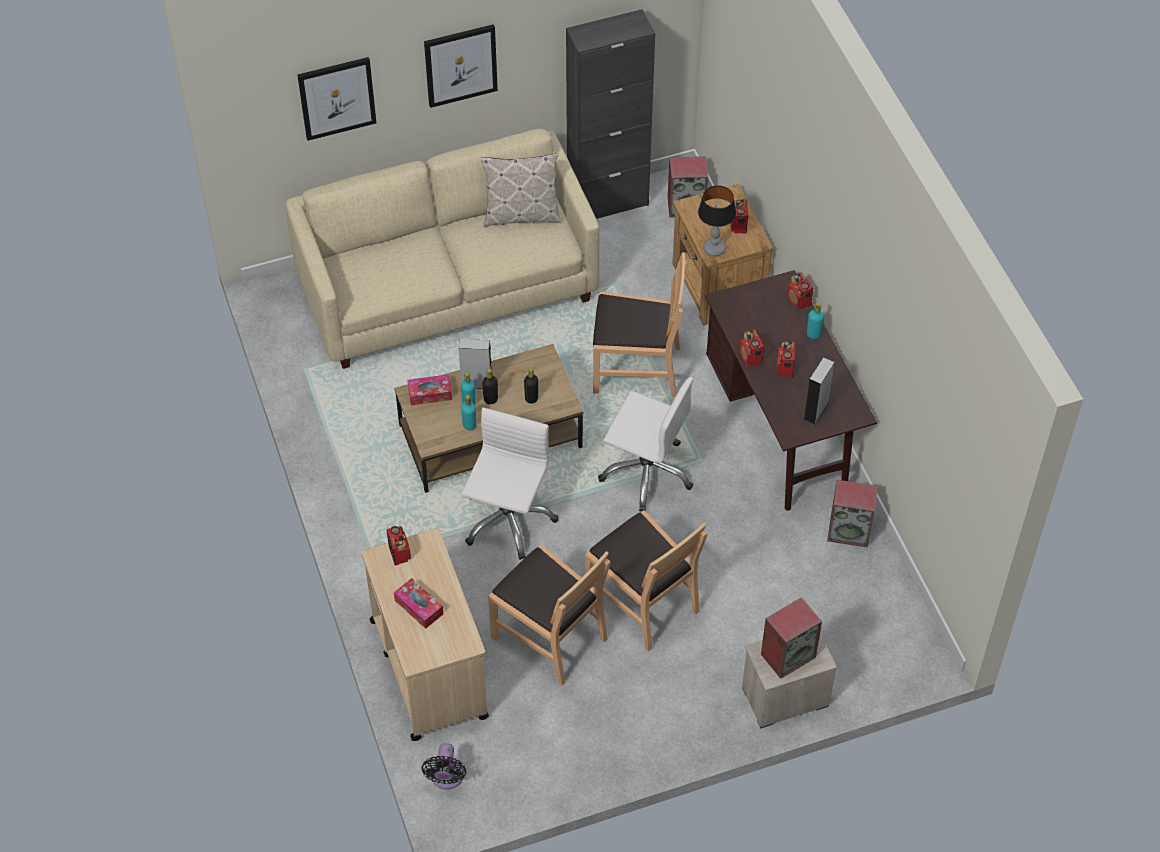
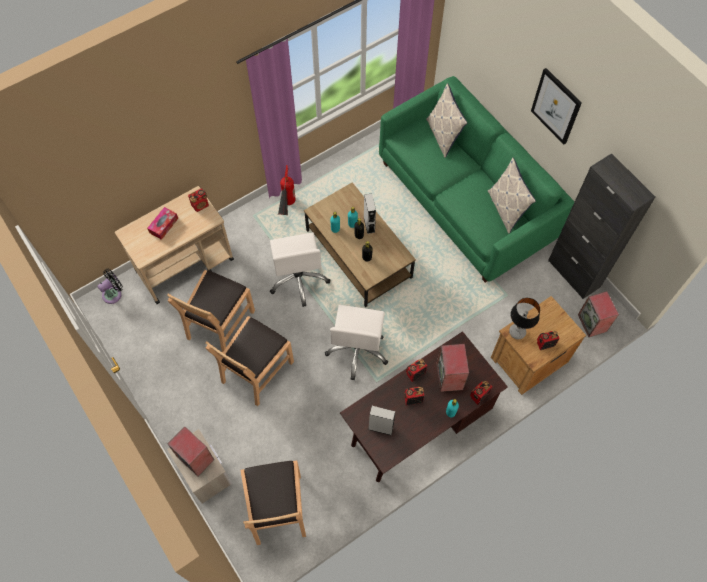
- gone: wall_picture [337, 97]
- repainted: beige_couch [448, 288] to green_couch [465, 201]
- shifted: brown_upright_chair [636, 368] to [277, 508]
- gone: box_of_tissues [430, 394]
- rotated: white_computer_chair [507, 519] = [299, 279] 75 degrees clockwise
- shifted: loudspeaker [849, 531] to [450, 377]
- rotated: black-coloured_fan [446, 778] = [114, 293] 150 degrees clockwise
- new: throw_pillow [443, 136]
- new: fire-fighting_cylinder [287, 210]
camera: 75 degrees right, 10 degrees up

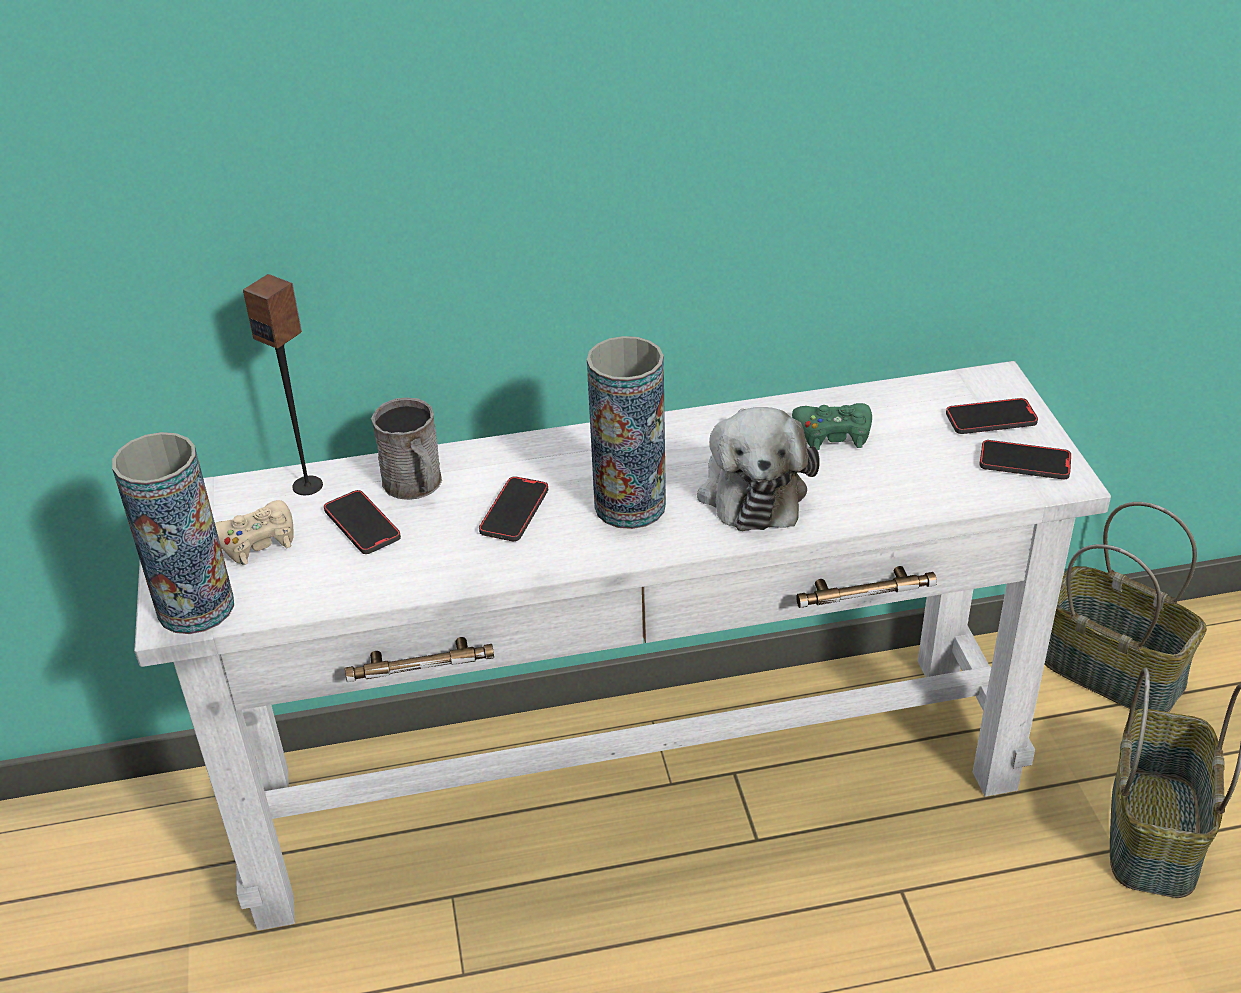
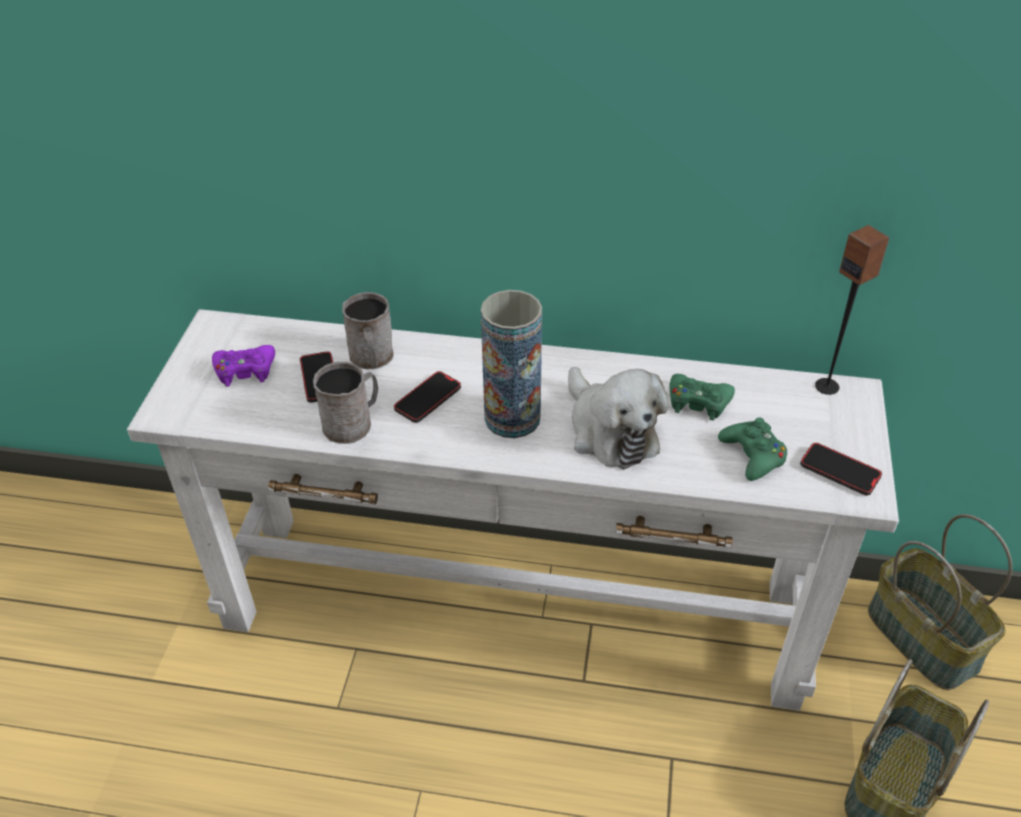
- shifted: loudspeaker [308, 485] to [827, 386]
- gone: handset [991, 420]
- rotated: soft_toy [752, 489] = [610, 431] 45 degrees counterclockwise
- gone: decorative_vase [196, 607]
- repainted: beige_gamepad [256, 541] to purplish_gamepad [245, 371]
- new: greyish_tea_mug [353, 423]
- new: green_gamepad [753, 455]
camera: 20 degrees right, 5 degrees up

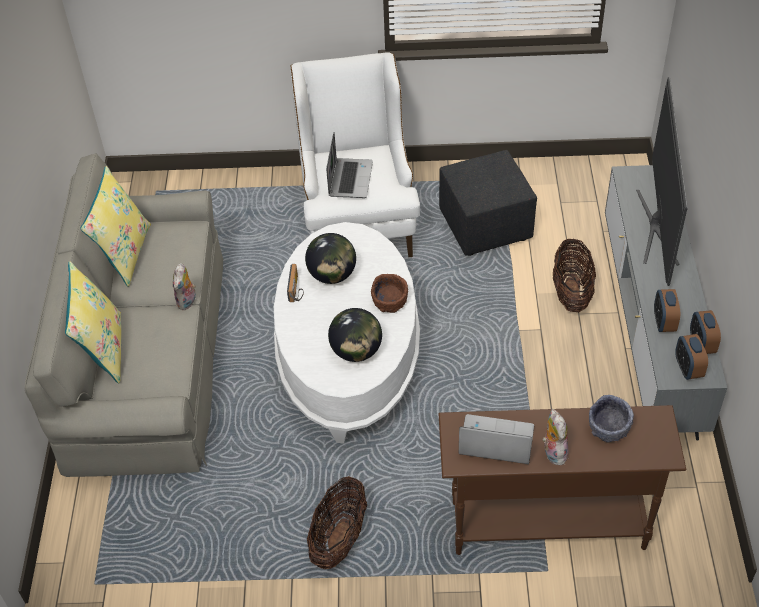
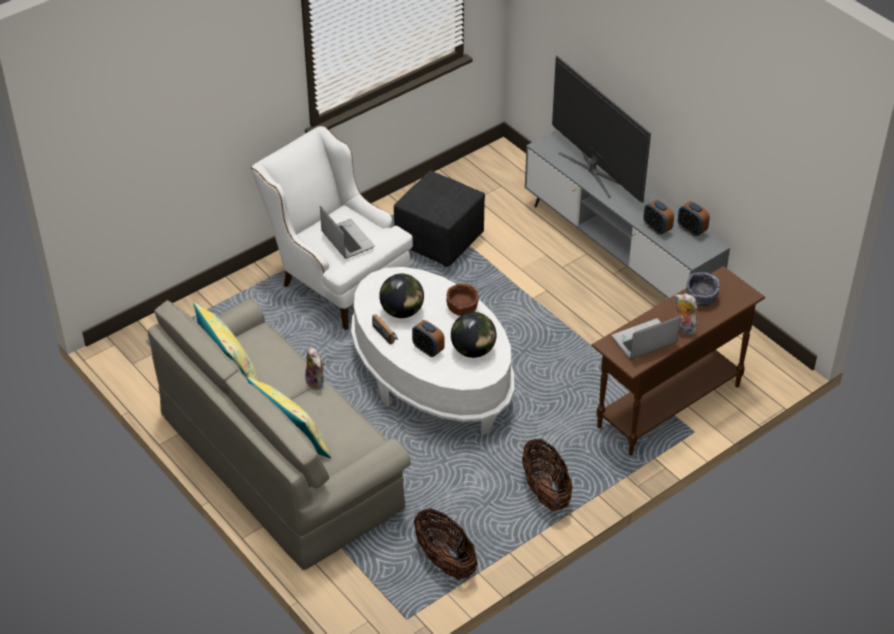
- shifted: household_basket [571, 292] to [445, 560]
- shifted: bedside_clock [688, 368] to [428, 350]
camera: 40 degrees left, 5 degrees down

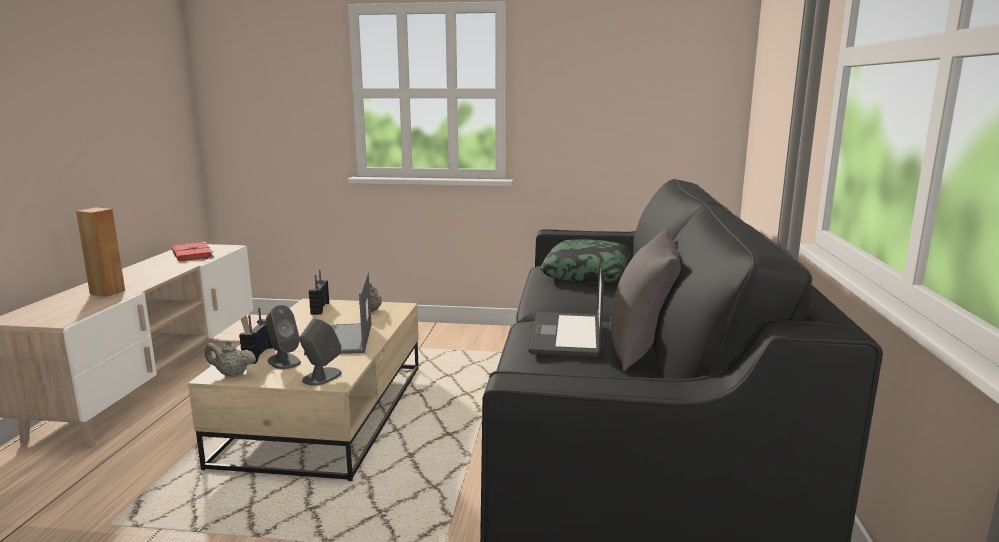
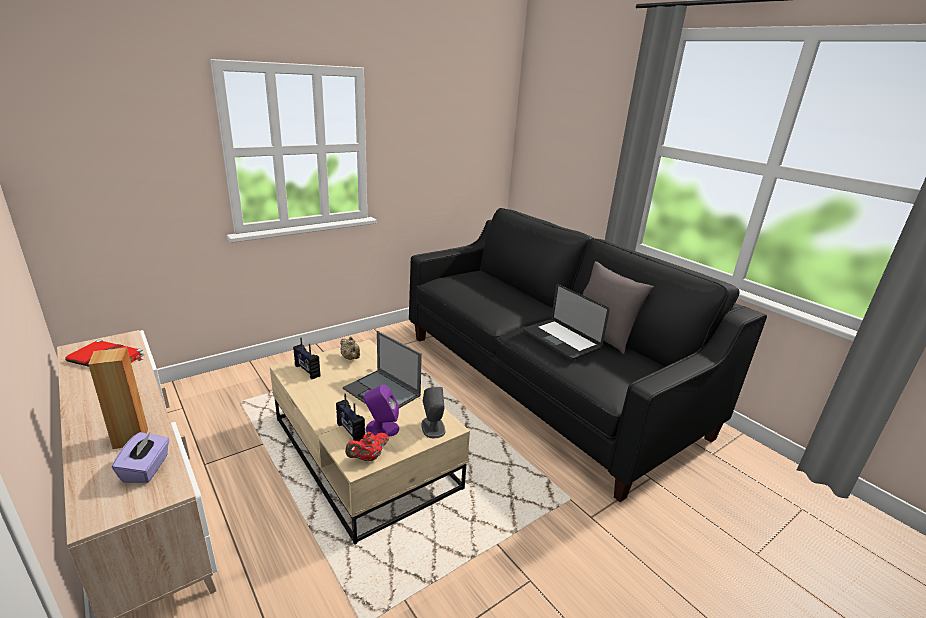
- gone: throw_pillow [587, 272]
- repainted: greyish_loudspeaker [284, 361] to purplish_loudspeaker [382, 428]
- repainted: beige_teapot [231, 374] to red_teapot [368, 458]
- new: purplish_box_of_tissues [146, 469]
camera: 45 degrees left, 10 degrees up

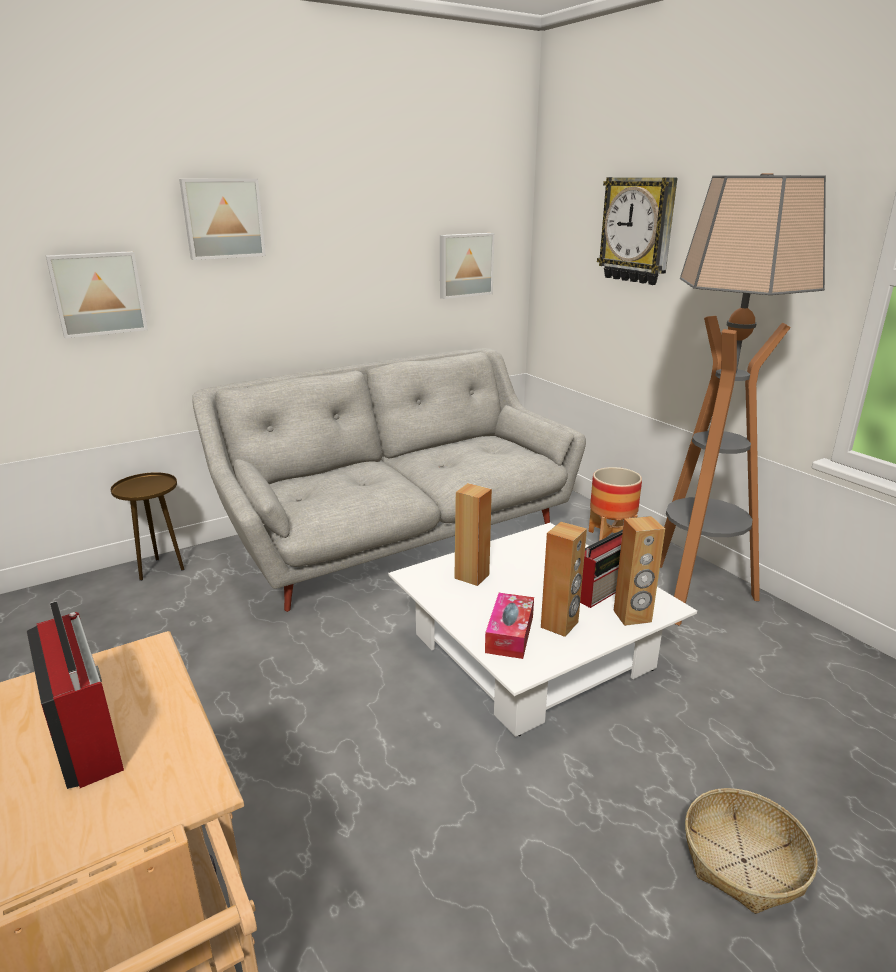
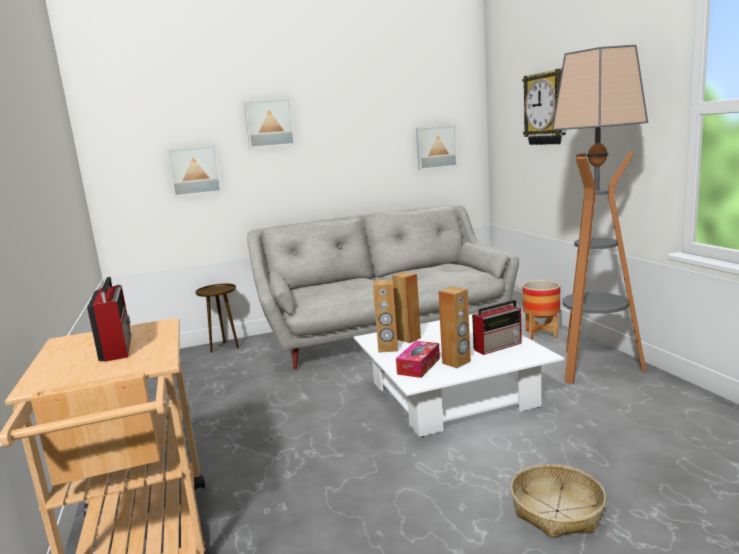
- shifted: brown_loudspeaker [632, 616] to [388, 348]
camera: 15 degrees right, 10 degrees down

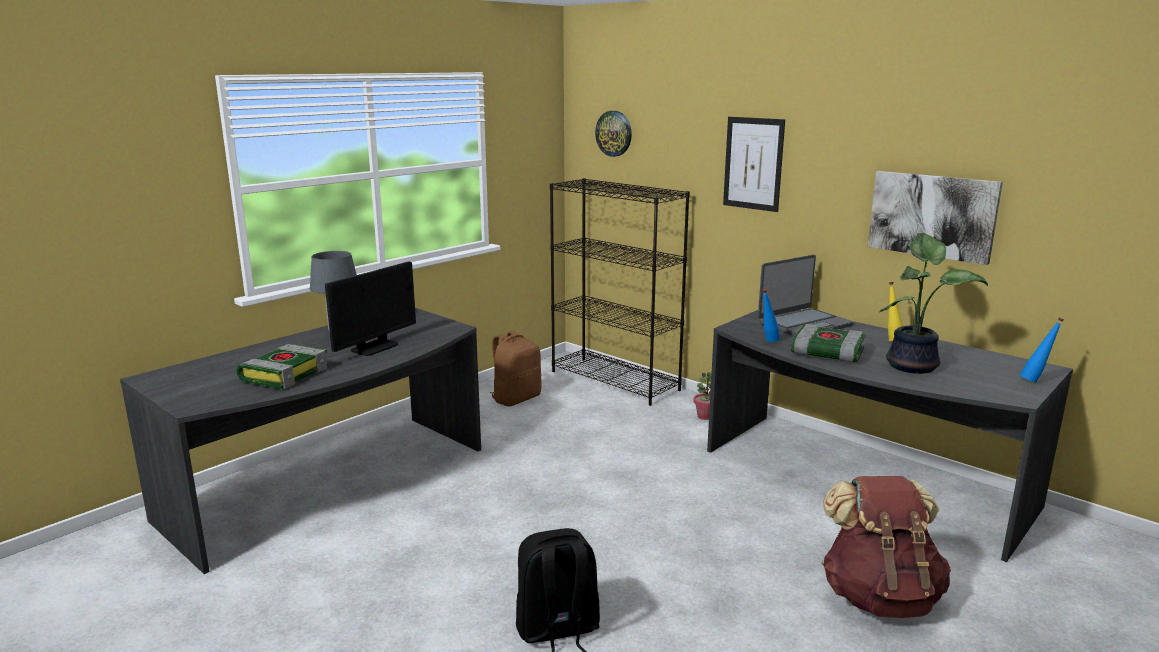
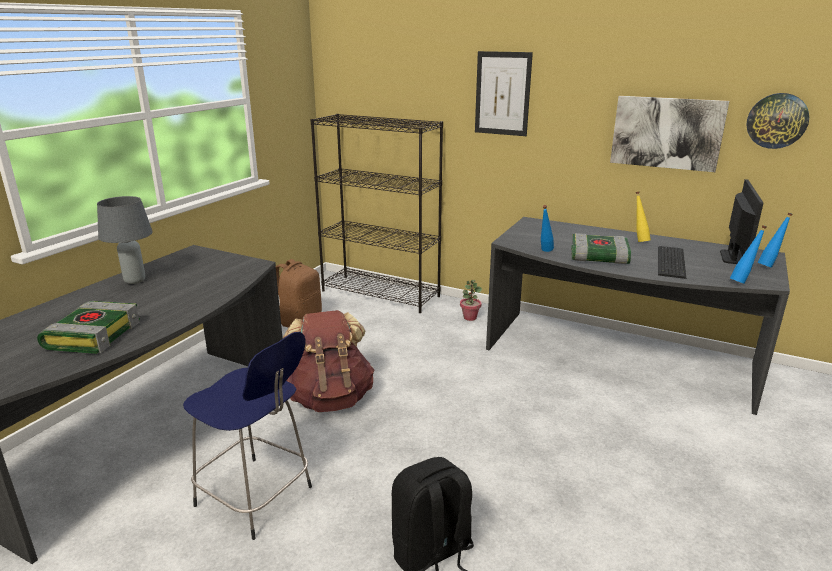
- shifted: clock_on_the_wall [614, 133] to [777, 120]
- swapped: potted_plant [914, 365] to computer_keyboard [672, 262]
- gone: laptop [804, 324]
- shifted: computer_screen [374, 347] to [734, 257]
- shifted: brown_backpack [879, 596] to [330, 398]
- new: bluish_bottle [742, 281]
- new: bluish_stool_seat [257, 498]
camera: 15 degrees left, 5 degrees up

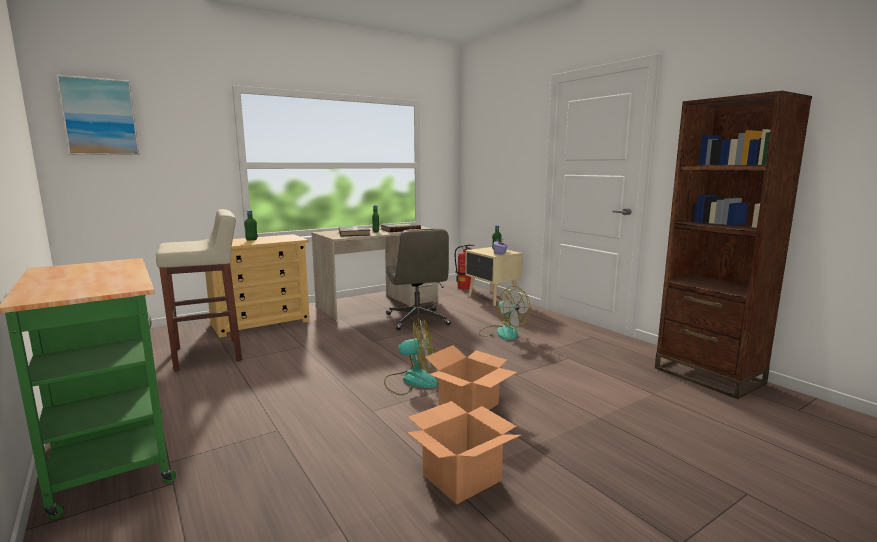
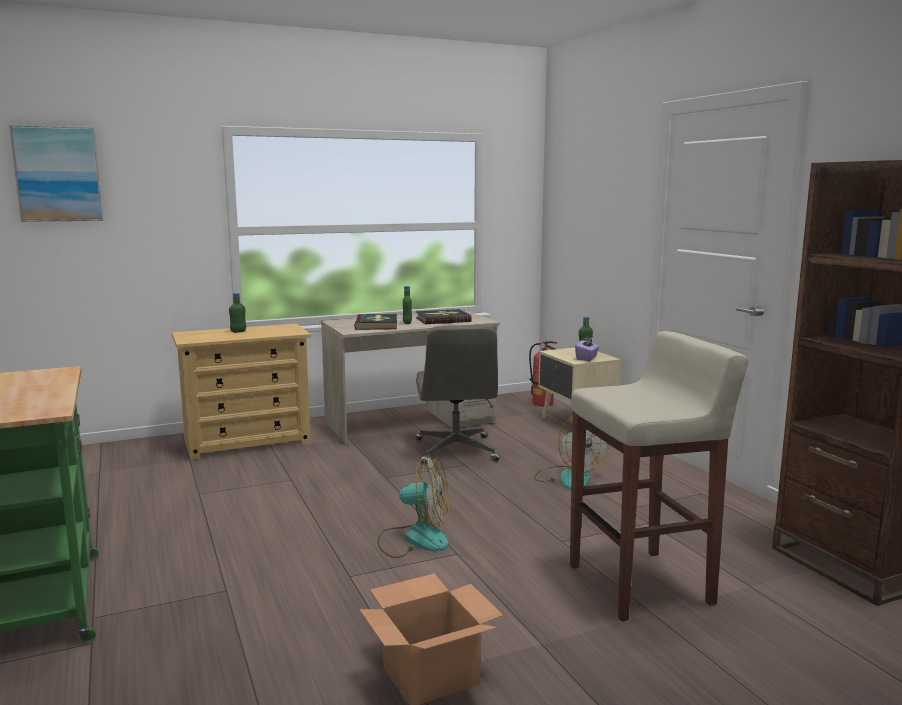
- shifted: beige_stool_seat [209, 354] to [642, 584]
- gone: cardboard_box [468, 404]
camera: 10 degrees right, 0 degrees up

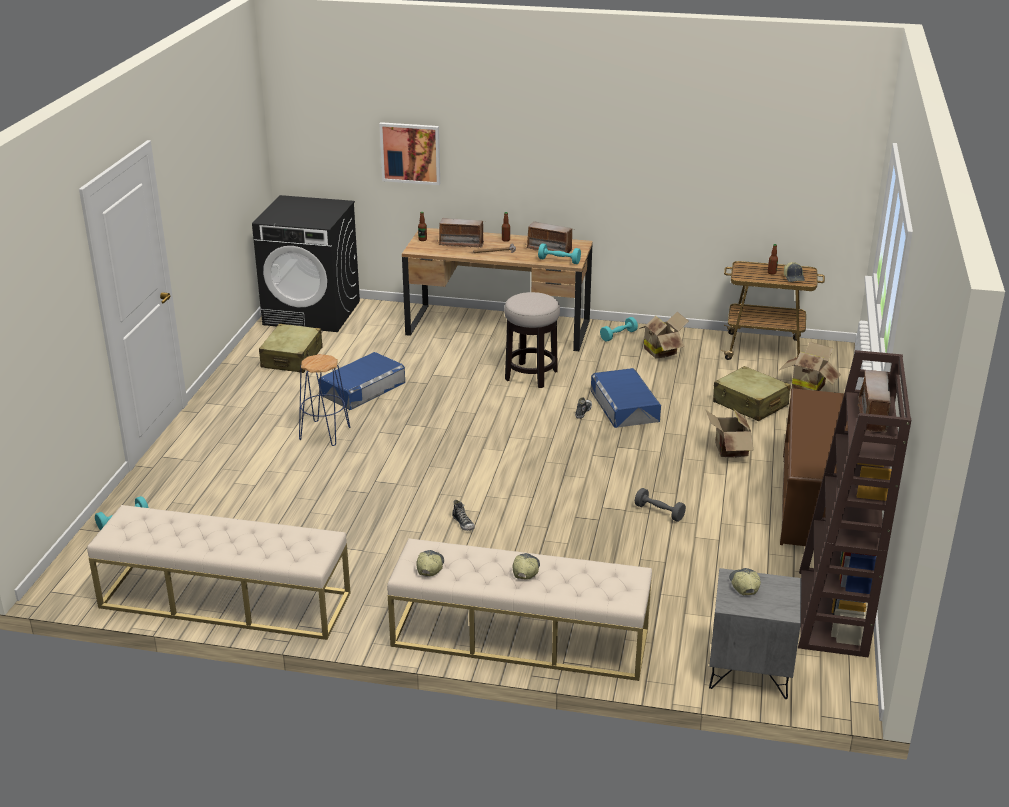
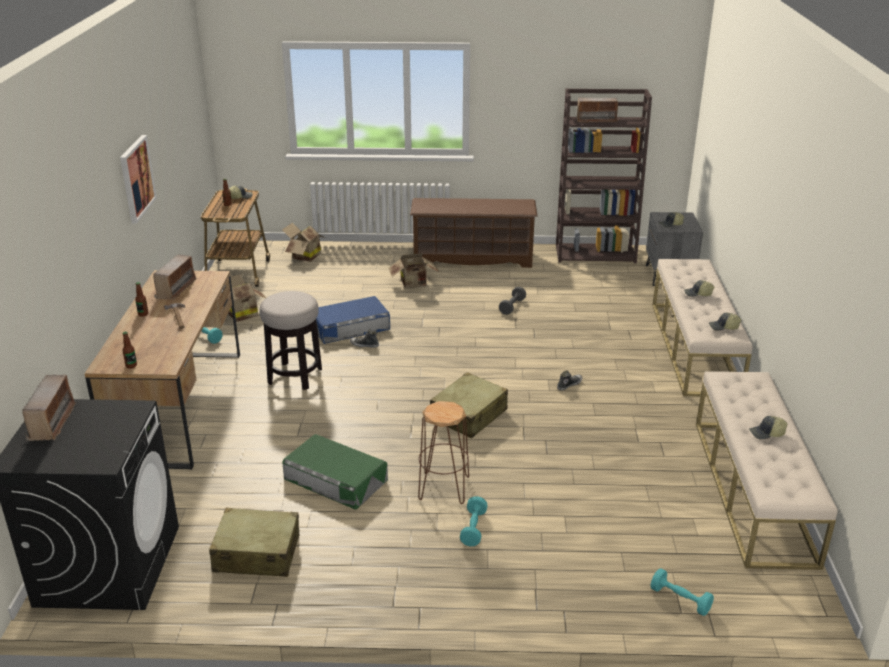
- shifted: wall_picture [410, 153] to [136, 178]
- shifted: radio [461, 244] to [52, 422]
- shifted: turquoise-coloured_dumbbell [559, 261] to [473, 528]
- repainted: bluish_storage_box [362, 388] to green_storage_box [335, 479]
- repainted: bluish_stool_seat [325, 433] to brown_stool_seat [443, 488]
- shifted: beige_suitcase [750, 404] to [469, 415]
- new: peaked_cap [767, 433]
camera: 100 degrees left, 0 degrees up

